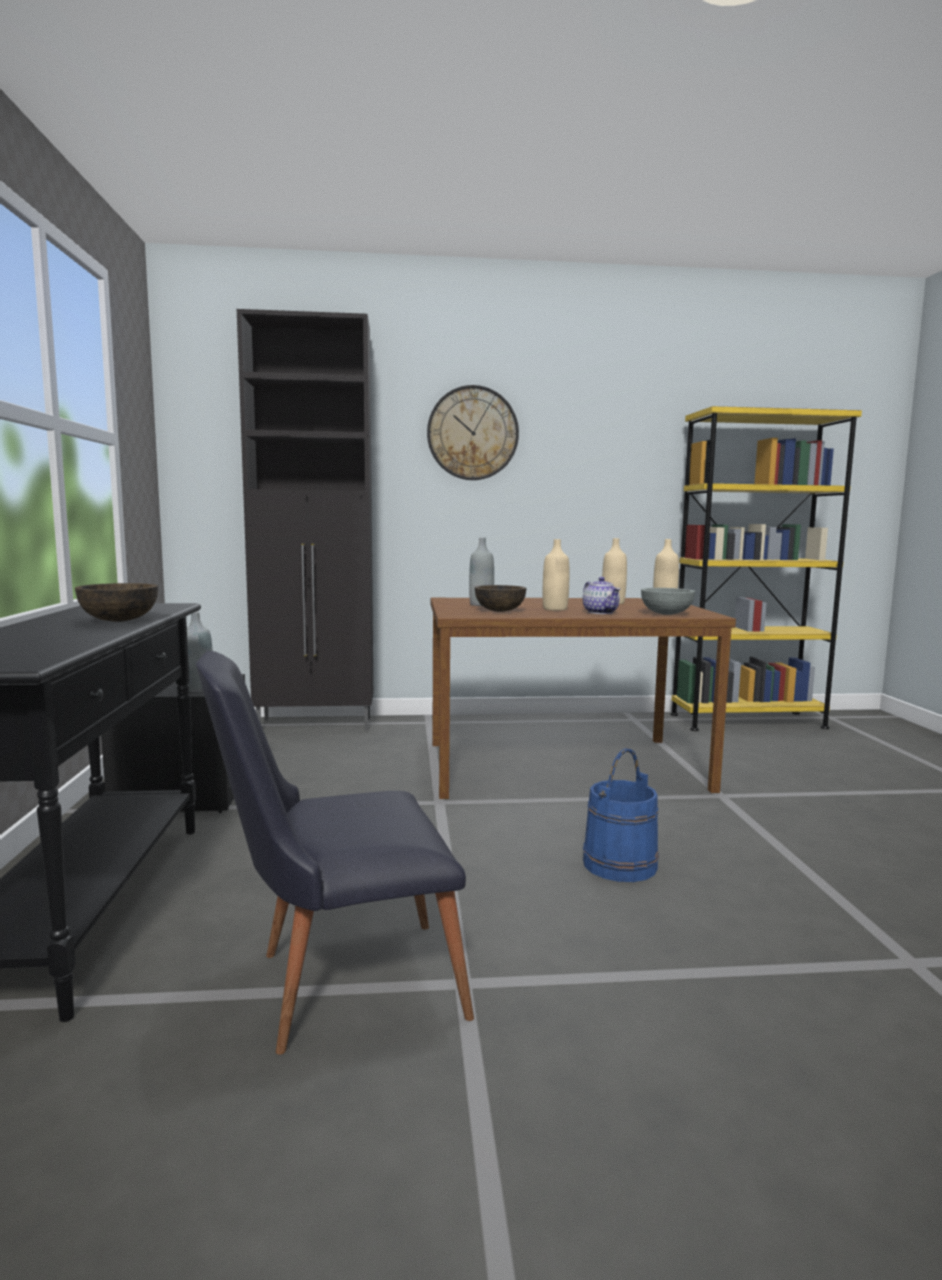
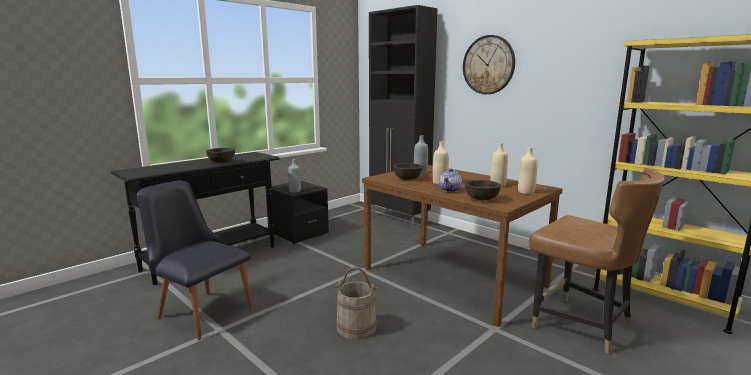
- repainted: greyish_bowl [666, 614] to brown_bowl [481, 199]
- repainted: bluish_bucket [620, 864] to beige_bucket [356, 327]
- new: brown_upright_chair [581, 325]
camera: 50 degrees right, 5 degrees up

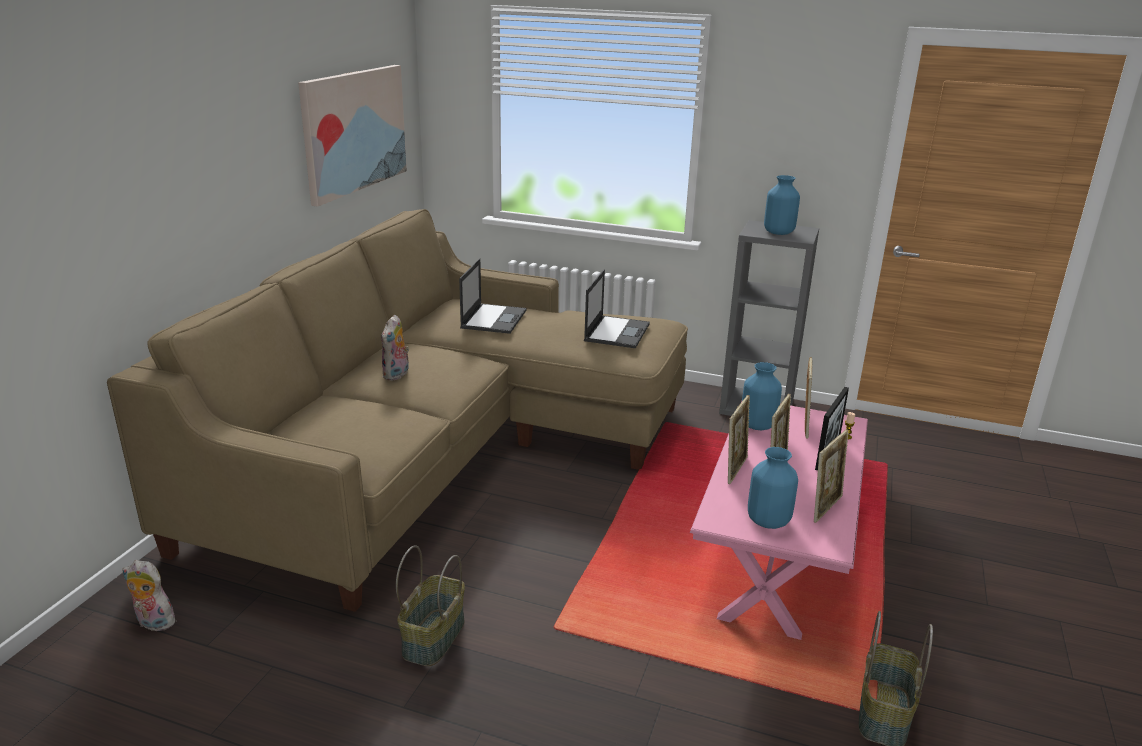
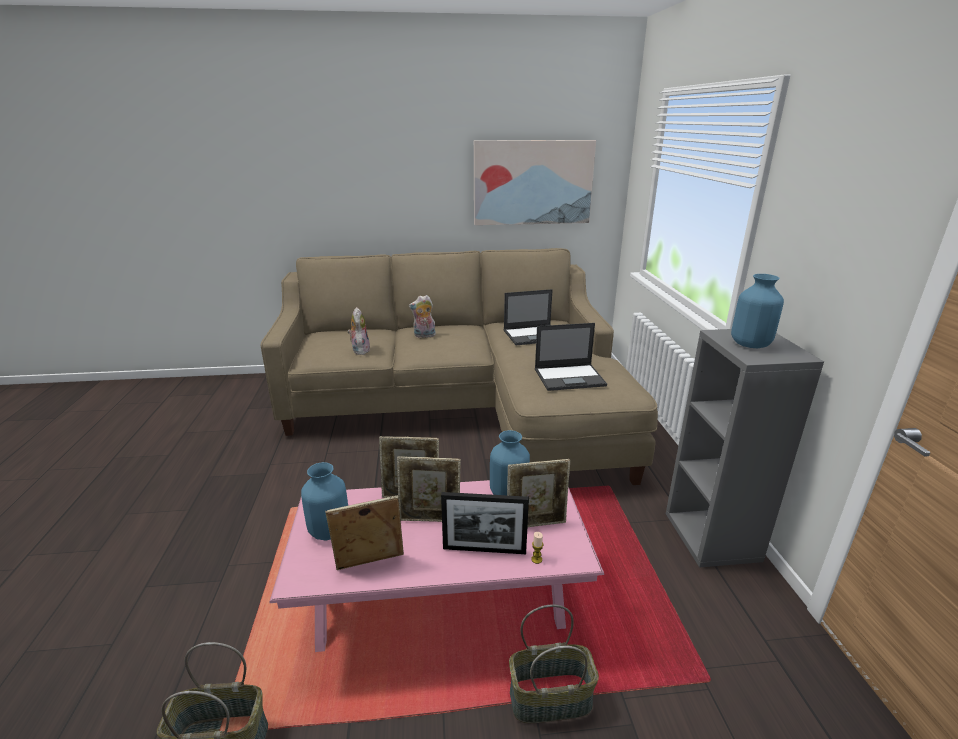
- rotated: picture_frame [825, 507] = [370, 564] 150 degrees clockwise
- shifted: household_basket [433, 637] to [550, 698]
- shifted: soft_toy [153, 623] to [360, 350]
camera: 65 degrees right, 0 degrees up

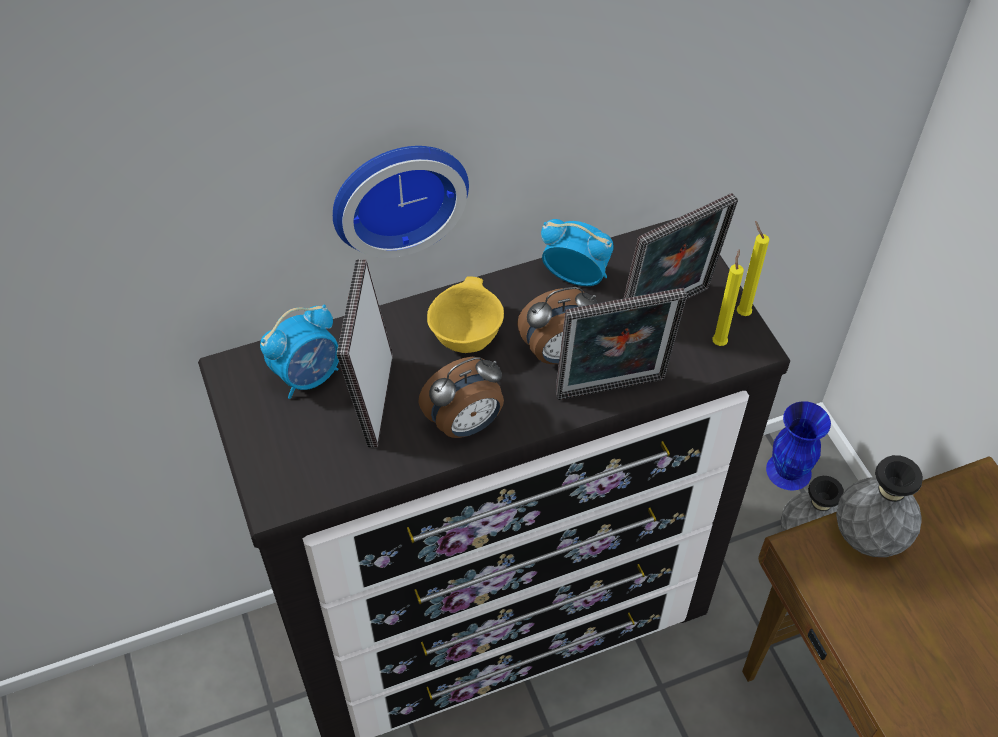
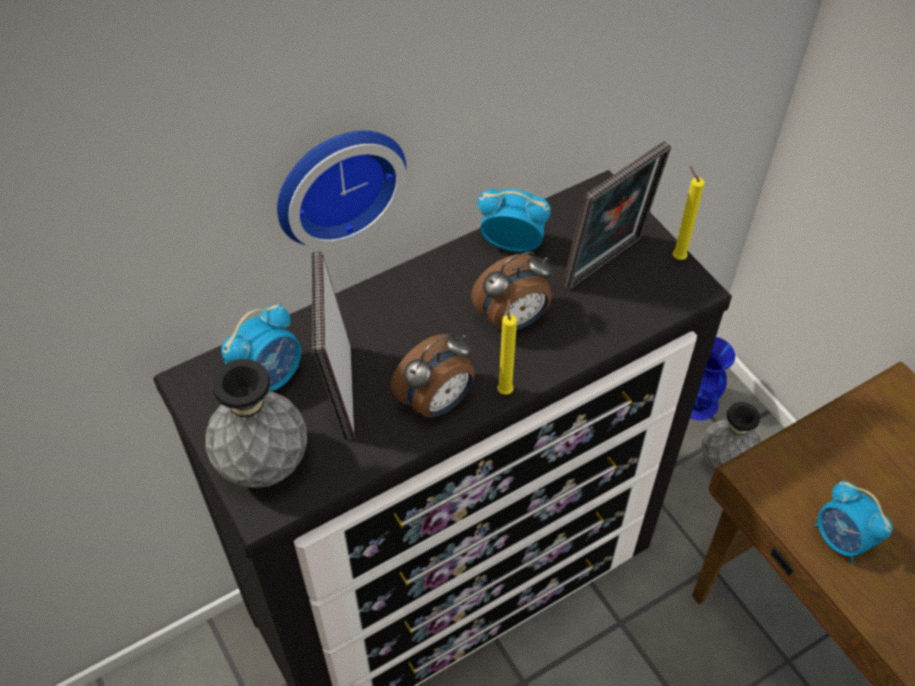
- shifted: yellow-coloured_wax_light [719, 341] to [505, 389]
- gone: yellow-coloured_bowl [465, 337]
- gone: picture_frame [612, 392]
- shifted: greyish_decorative_vase [867, 537] to [263, 465]
- new: bedside_clock [841, 540]
camera: 10 degrees left, 0 degrees up

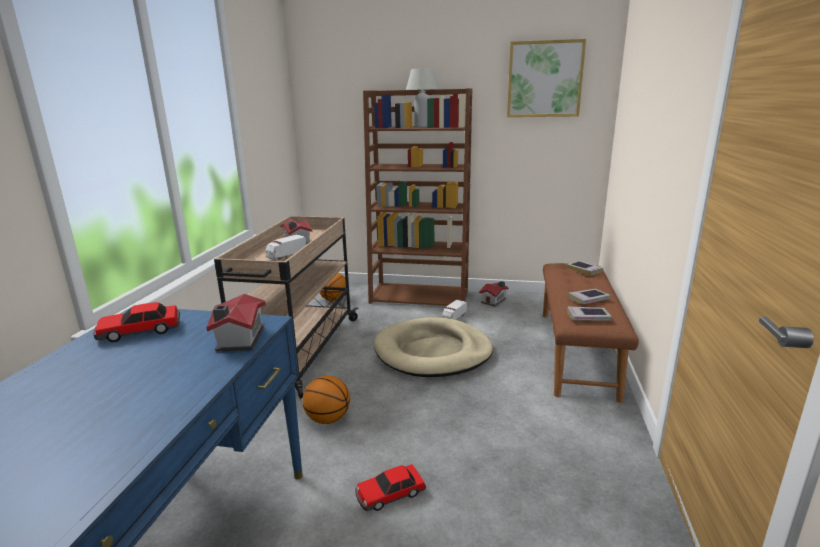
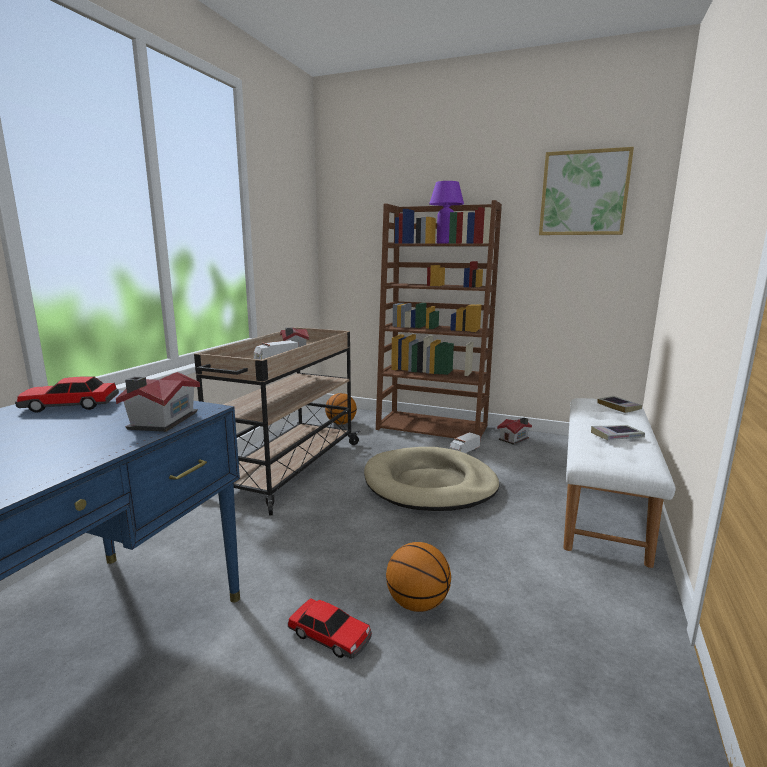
- repainted: white_lamp_for_a_table [422, 126] to purplish_lamp_for_a_table [445, 243]
- repainted: brown_bench [577, 352] to white_bench [603, 502]
- gone: volume [588, 317]
- shifted: basketball_ball [328, 419] to [417, 603]
- rotated: miniature_car [390, 494] = [330, 636] 135 degrees counterclockwise
camera: 10 degrees right, 5 degrees down

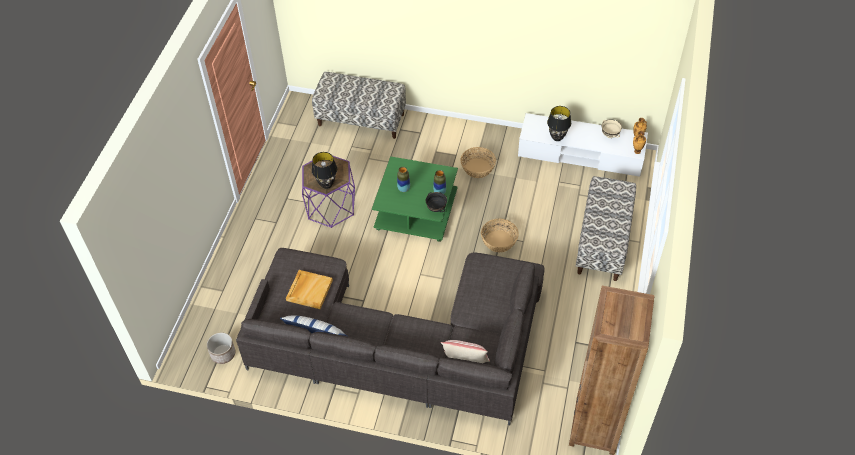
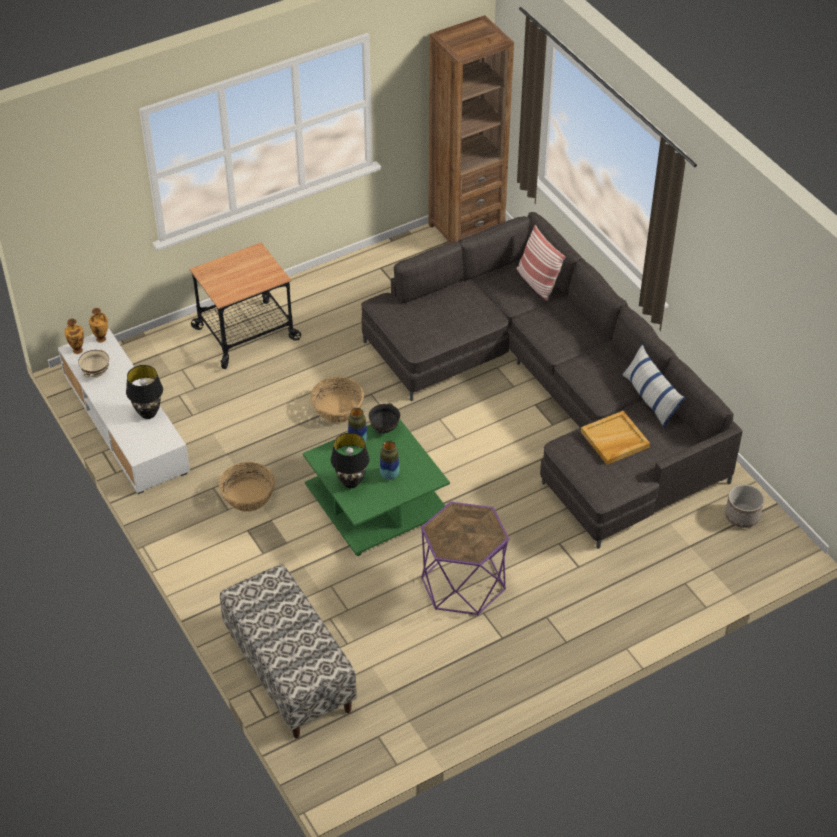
- shifted: black-coloured_lamp_for_a_table [326, 184] to [350, 482]
- swapped: bench [603, 242] to cart [246, 333]
camera: 135 degrees left, 5 degrees down

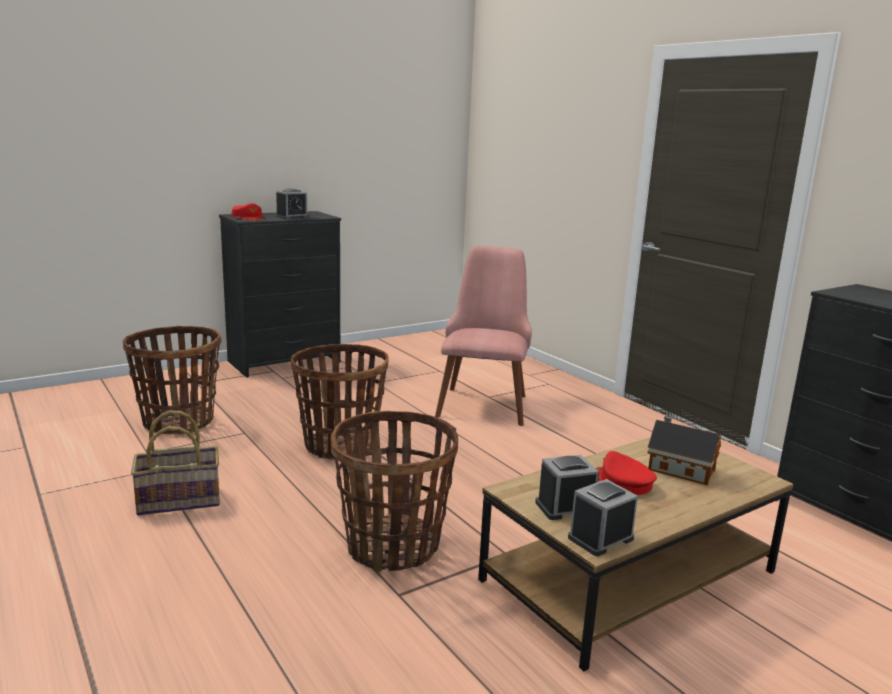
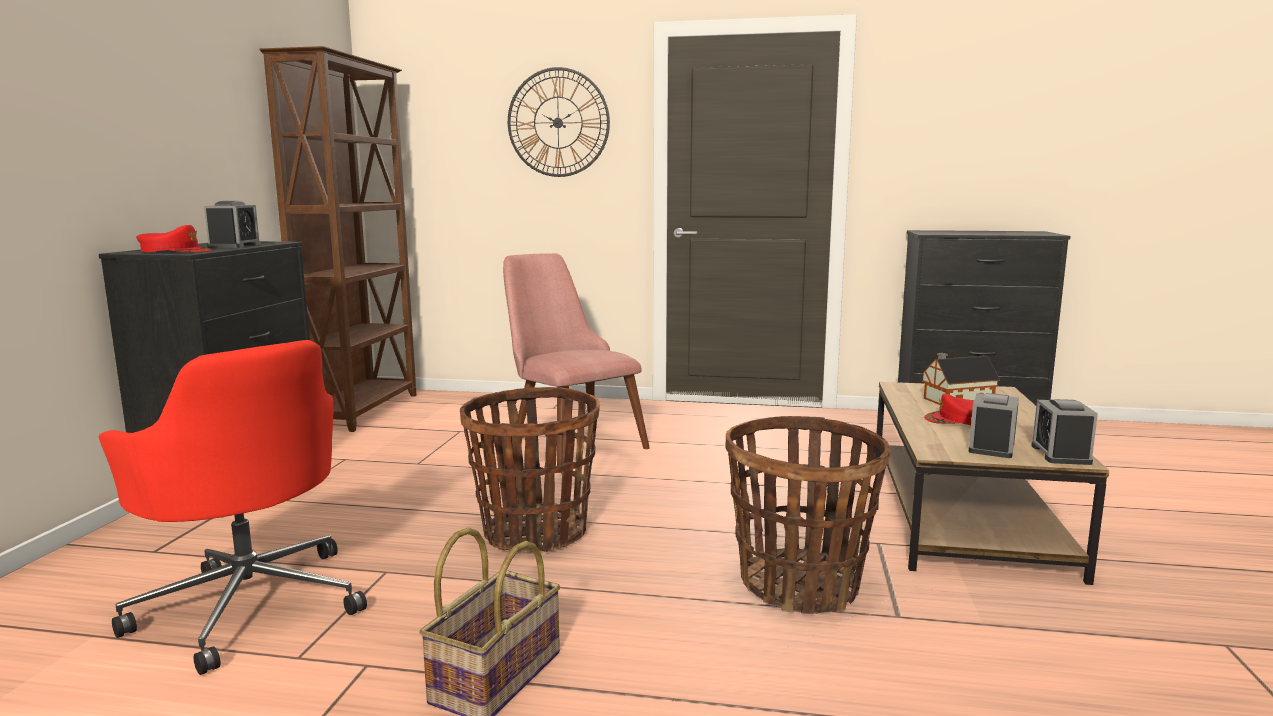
- swapped: household_basket [178, 422] to red_computer_chair [250, 603]
- new: brown_bookcase [364, 410]
- new: clock_on_the_wall [558, 122]
camera: 45 degrees left, 5 degrees down

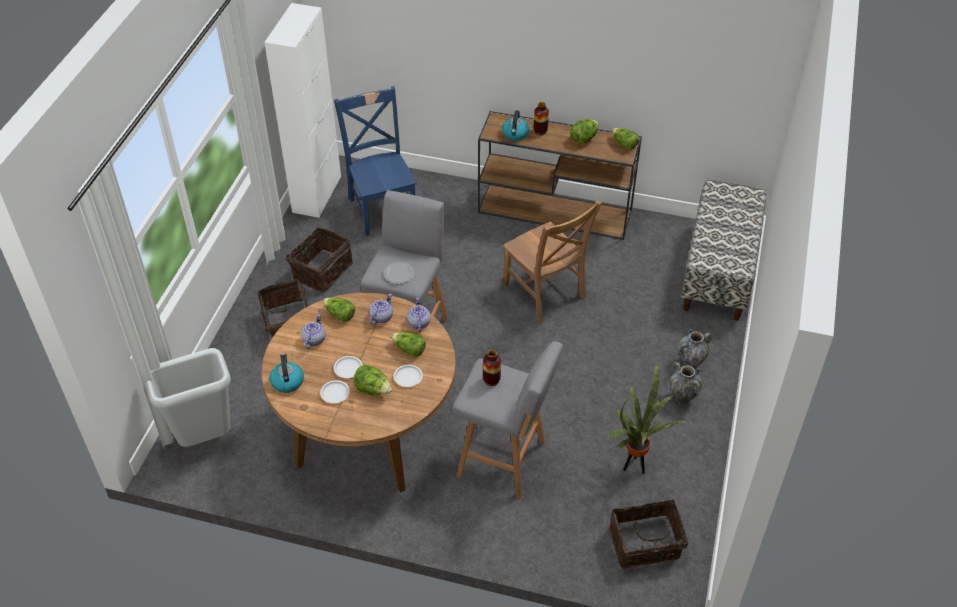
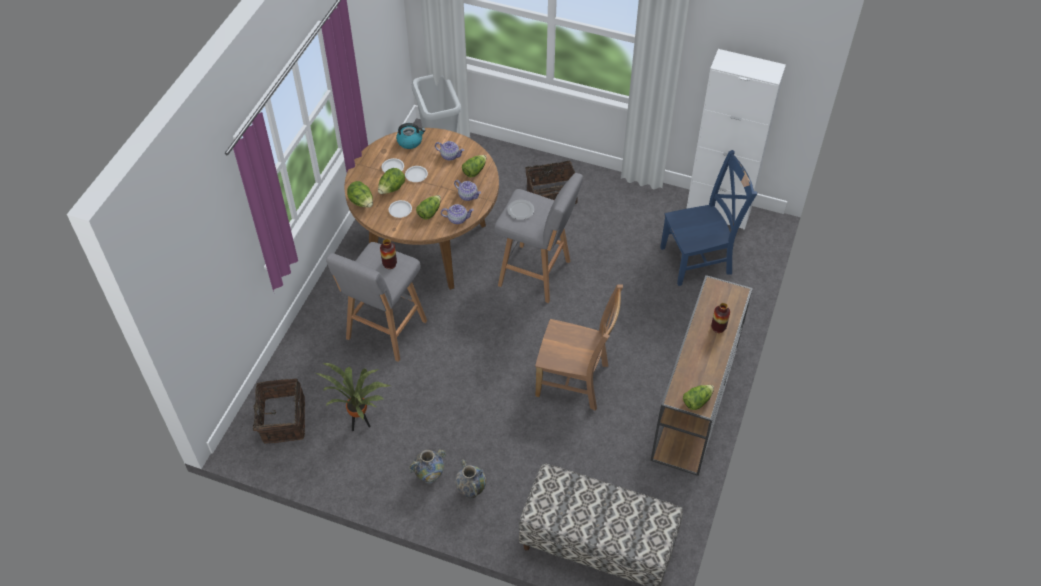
- gone: water_kettle [515, 134]
- shifted: lettuce_head [584, 138] to [362, 202]
- rotated: brown_upright_chair [546, 293] = [575, 381] 135 degrees counterclockwise
- gone: household_basket [321, 270]
camera: 95 degrees right, 5 degrees up

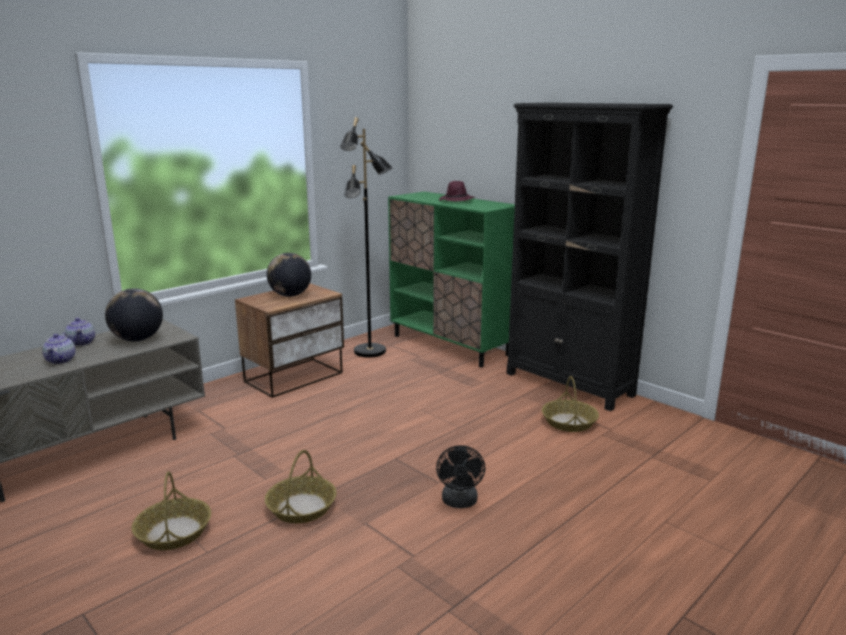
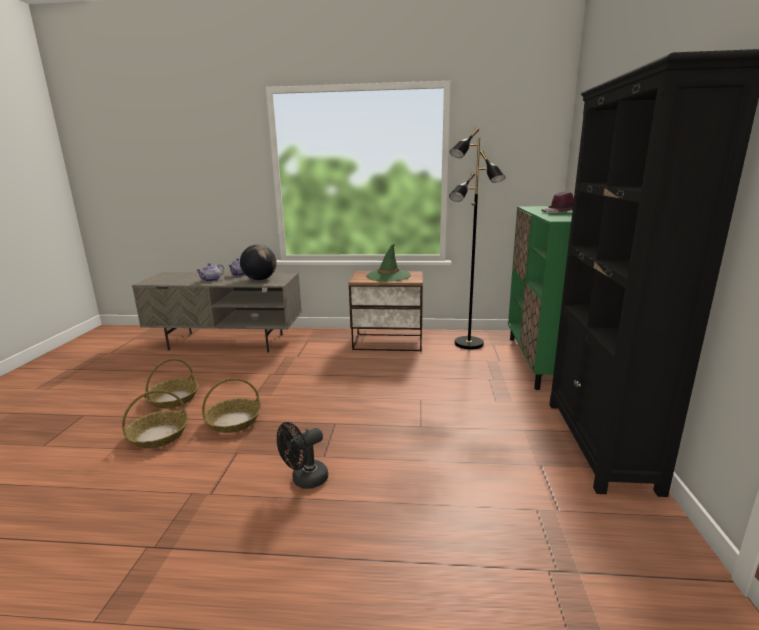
- swapped: desk_globe [290, 295] to green_wearable_hat [388, 276]
- shifted: household_basket [569, 422] to [158, 436]
camera: 50 degrees right, 0 degrees up

